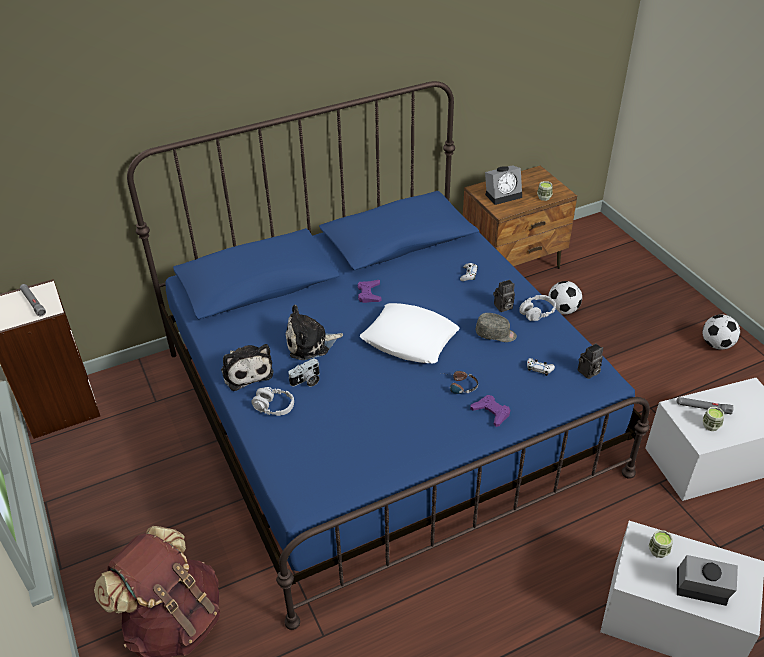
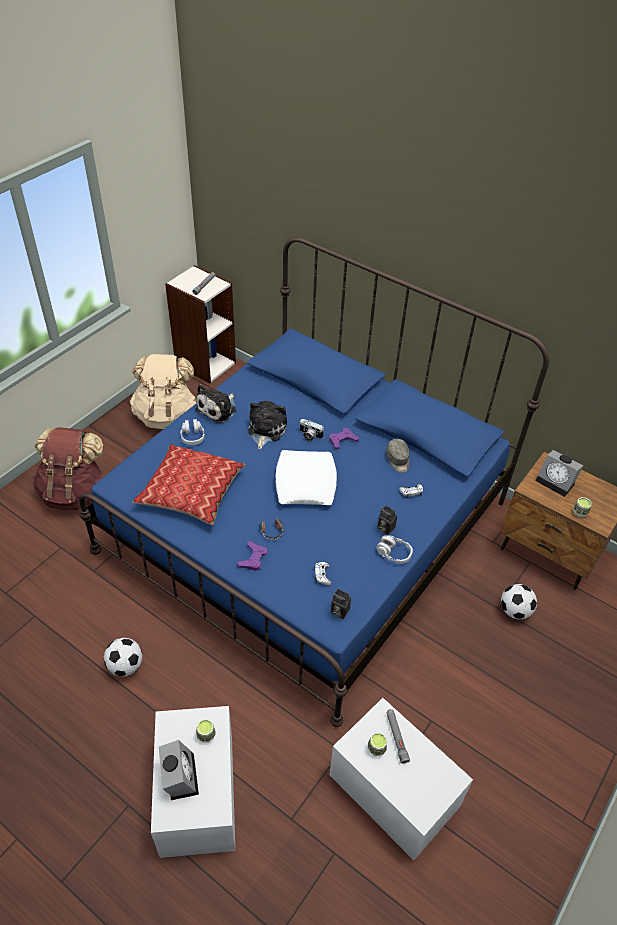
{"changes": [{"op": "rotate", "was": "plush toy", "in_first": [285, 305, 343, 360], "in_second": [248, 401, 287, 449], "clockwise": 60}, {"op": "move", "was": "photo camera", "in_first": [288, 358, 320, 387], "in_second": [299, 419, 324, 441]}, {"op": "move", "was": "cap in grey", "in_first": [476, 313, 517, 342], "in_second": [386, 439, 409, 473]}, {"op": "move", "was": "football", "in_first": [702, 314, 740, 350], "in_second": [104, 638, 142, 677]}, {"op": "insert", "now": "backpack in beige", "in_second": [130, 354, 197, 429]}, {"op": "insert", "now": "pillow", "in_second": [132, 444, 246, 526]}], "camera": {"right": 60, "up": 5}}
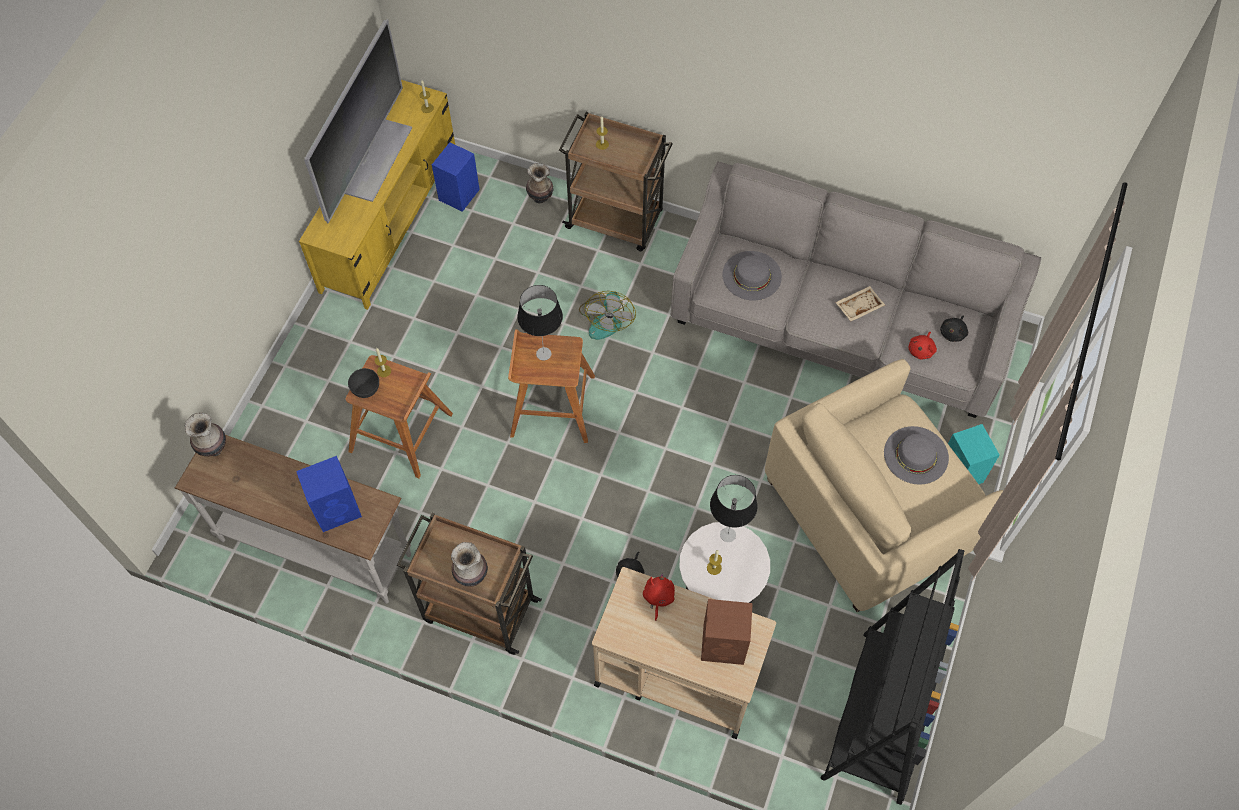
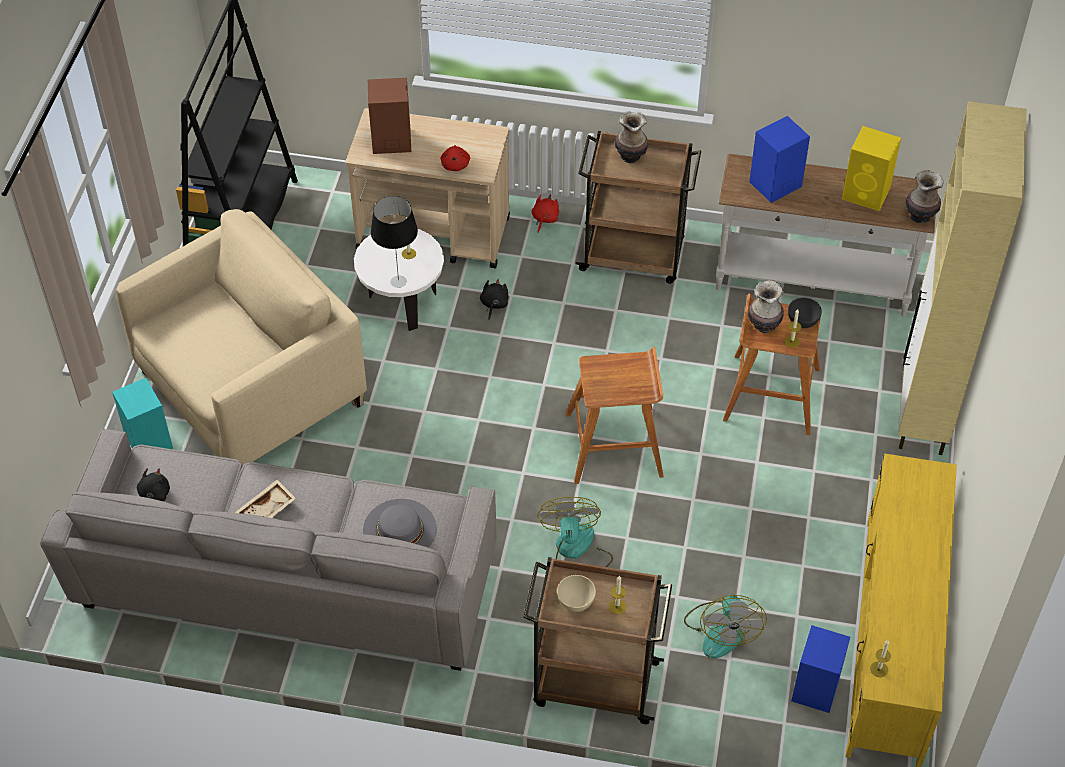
{"changes": [{"op": "delete", "was": "television", "in_first": [304, 19, 412, 224]}, {"op": "delete", "was": "table lamp", "in_first": [517, 285, 563, 361]}, {"op": "move", "was": "vase", "in_first": [526, 163, 553, 204], "in_second": [748, 280, 784, 333]}, {"op": "delete", "was": "hat in grey", "in_first": [884, 426, 949, 485]}, {"op": "move", "was": "plush toy in red", "in_first": [908, 332, 937, 359], "in_second": [531, 194, 559, 232]}, {"op": "insert", "now": "bowl in beige", "in_second": [557, 575, 596, 612]}, {"op": "insert", "now": "fan", "in_second": [684, 595, 767, 658]}, {"op": "insert", "now": "speaker in yellow", "in_second": [842, 126, 901, 211]}, {"op": "insert", "now": "cabinet in beige", "in_second": [898, 101, 1027, 455]}], "camera": {"right": 170, "up": -10}}
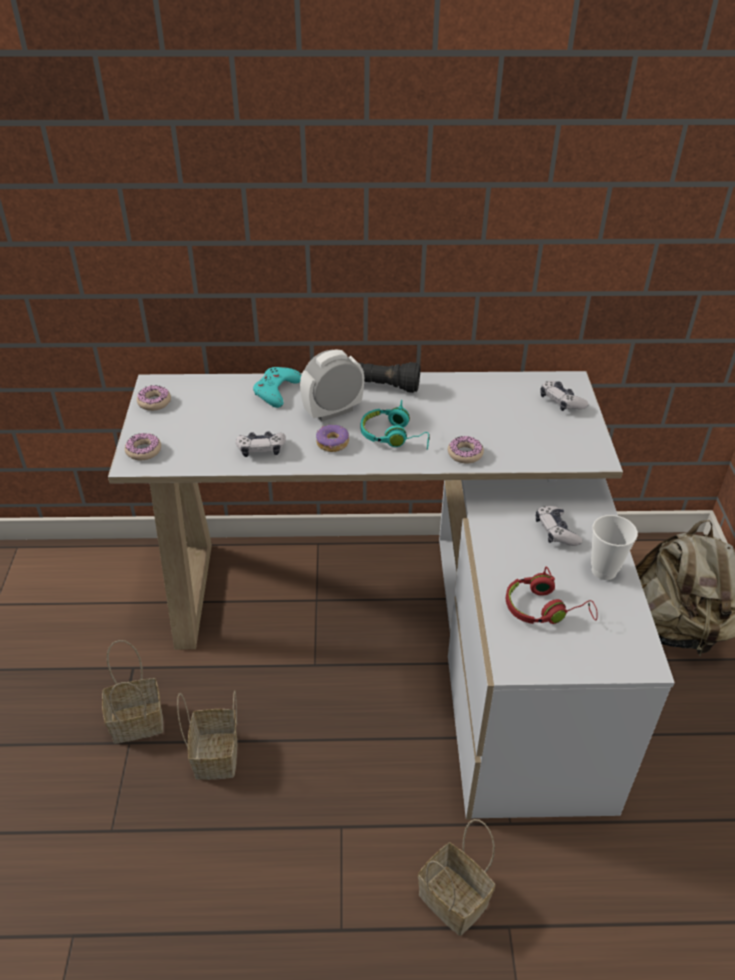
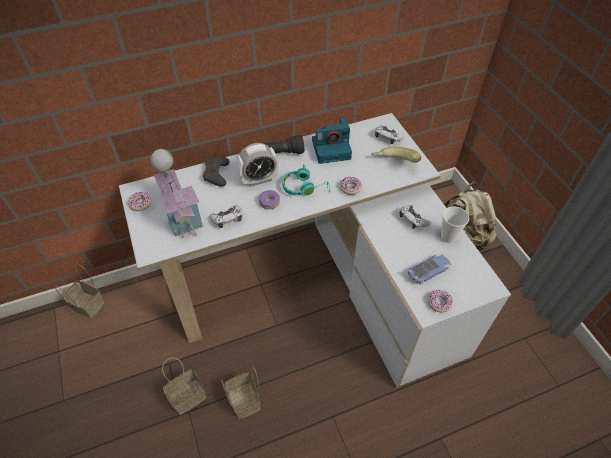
{"changes": [{"op": "move", "was": "donut", "in_first": [125, 433, 161, 460], "in_second": [428, 290, 453, 313]}, {"op": "recolor", "was": "game controller in turquoise", "now": "game controller in grey", "in_first": [253, 367, 302, 408], "in_second": [203, 157, 230, 187]}, {"op": "rotate", "was": "alarm clock", "in_first": [300, 349, 364, 422], "in_second": [236, 143, 279, 187], "clockwise": -150}, {"op": "move", "was": "basket", "in_first": [418, 819, 495, 936], "in_second": [55, 263, 105, 318]}, {"op": "replace", "was": "headphones in red", "now": "toy car", "in_first": [506, 567, 598, 624], "in_second": [408, 254, 451, 285]}, {"op": "insert", "now": "toy house", "in_second": [151, 149, 203, 238]}, {"op": "insert", "now": "photo camera", "in_second": [312, 117, 352, 164]}, {"op": "insert", "now": "banana", "in_second": [372, 147, 421, 163]}], "camera": {"right": -20, "up": 10}}
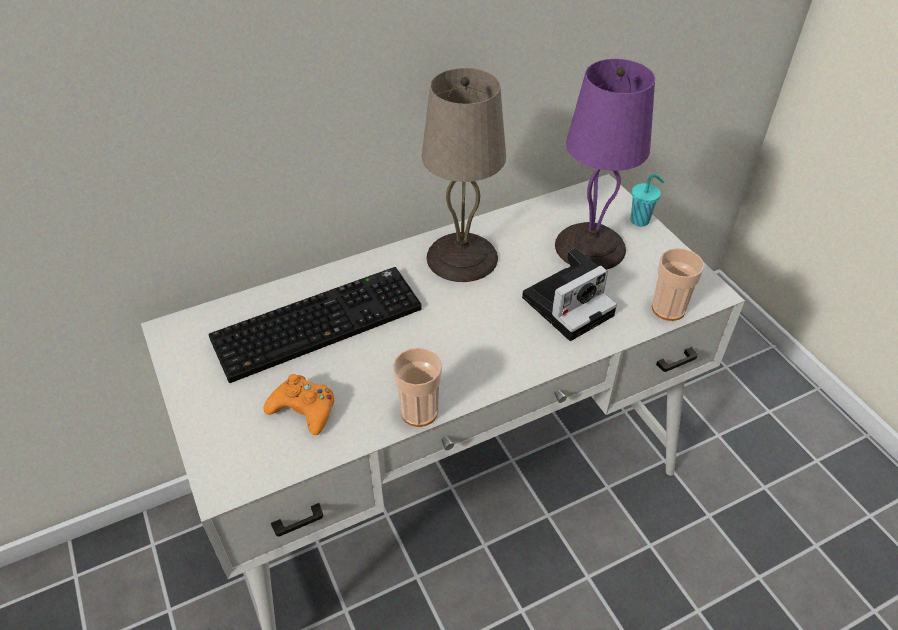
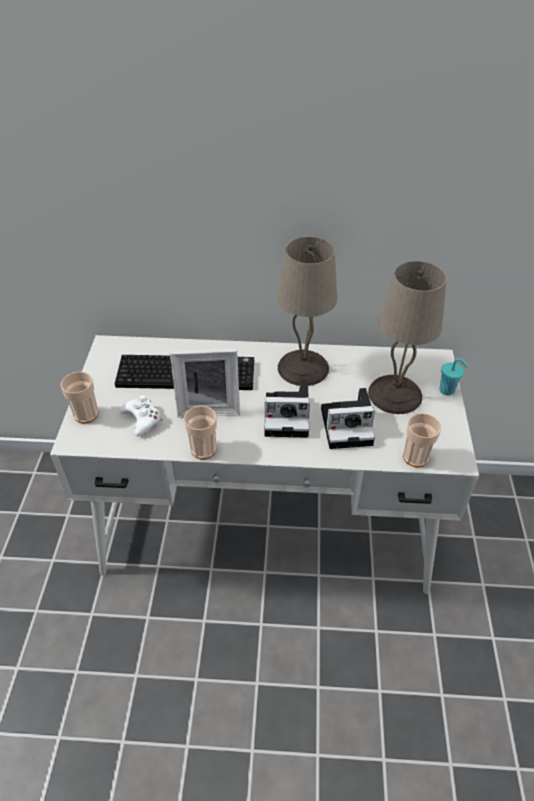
{"changes": [{"op": "recolor", "was": "game controller in orange", "now": "game controller in white", "in_first": [263, 374, 334, 435], "in_second": [120, 395, 162, 437]}, {"op": "recolor", "was": "table lamp in purple", "now": "table lamp in beige", "in_first": [555, 59, 655, 270], "in_second": [368, 261, 447, 414]}, {"op": "insert", "now": "cup", "in_second": [61, 372, 98, 423]}, {"op": "insert", "now": "picture frame", "in_second": [170, 348, 240, 418]}, {"op": "insert", "now": "photo camera", "in_second": [264, 380, 310, 438]}], "camera": {"right": 30, "up": 0}}
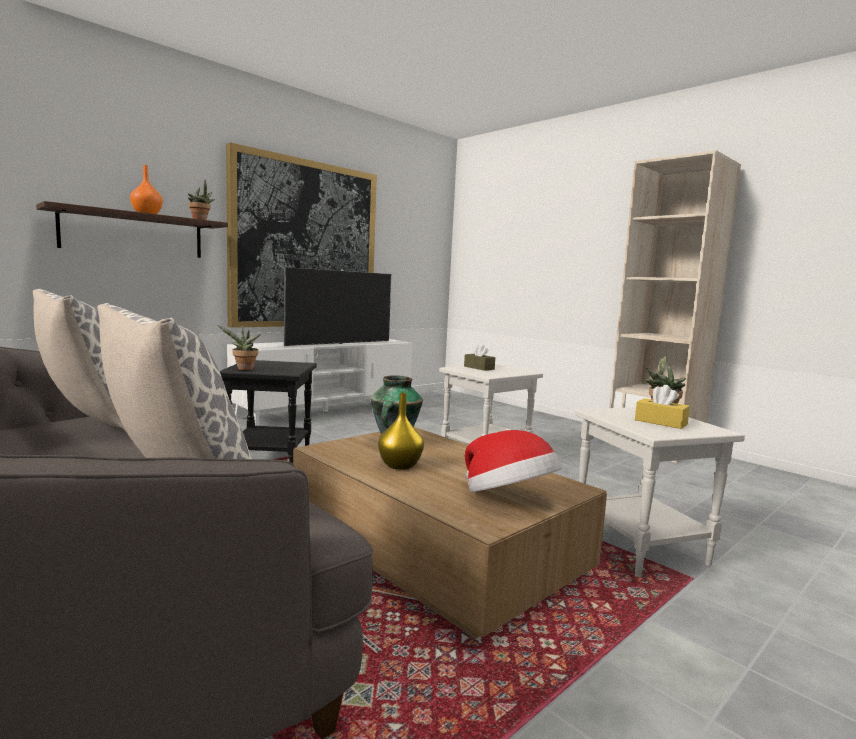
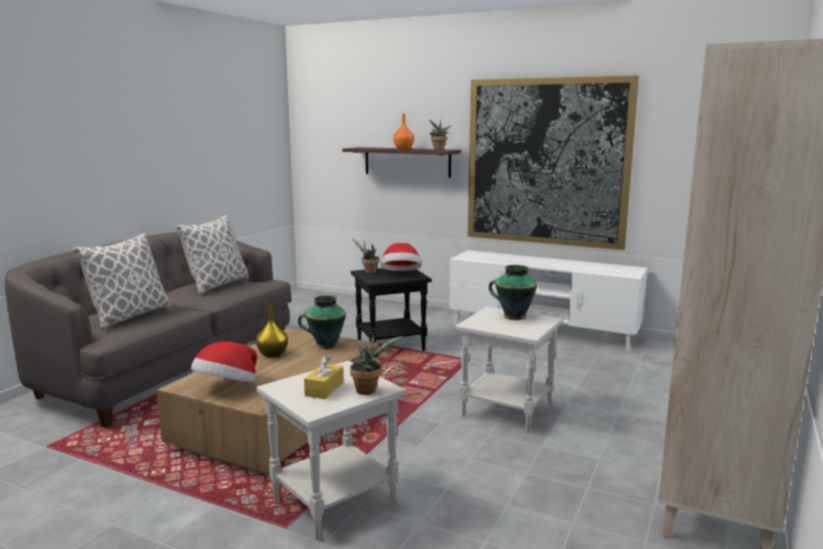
{"changes": [{"op": "delete", "was": "television", "in_first": [284, 267, 391, 346]}, {"op": "replace", "was": "tissue box in brown", "now": "vase", "in_first": [464, 344, 495, 371], "in_second": [489, 265, 537, 320]}, {"op": "insert", "now": "hat", "in_second": [380, 243, 422, 271]}], "camera": {"right": 70, "up": 5}}
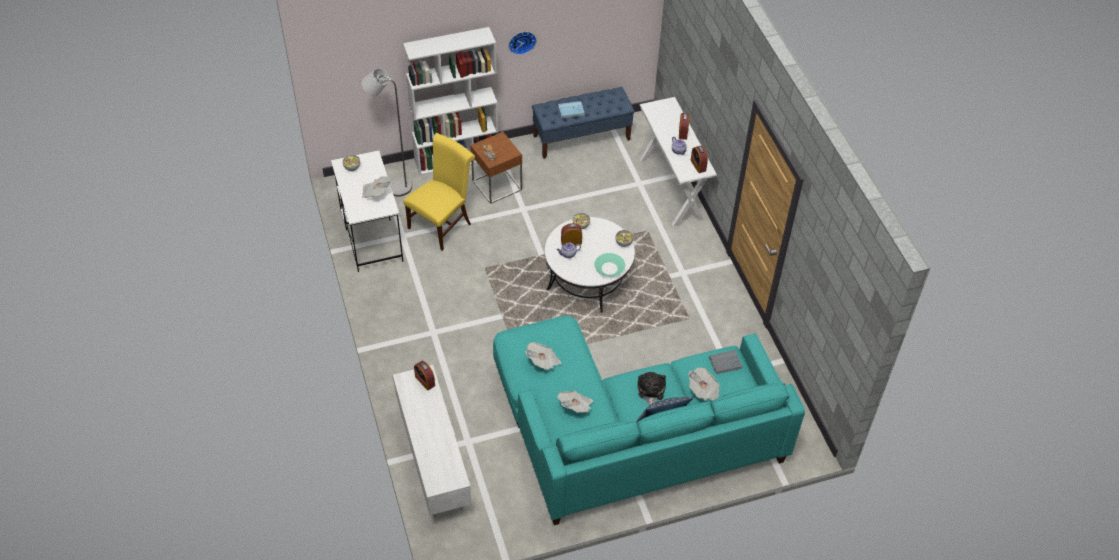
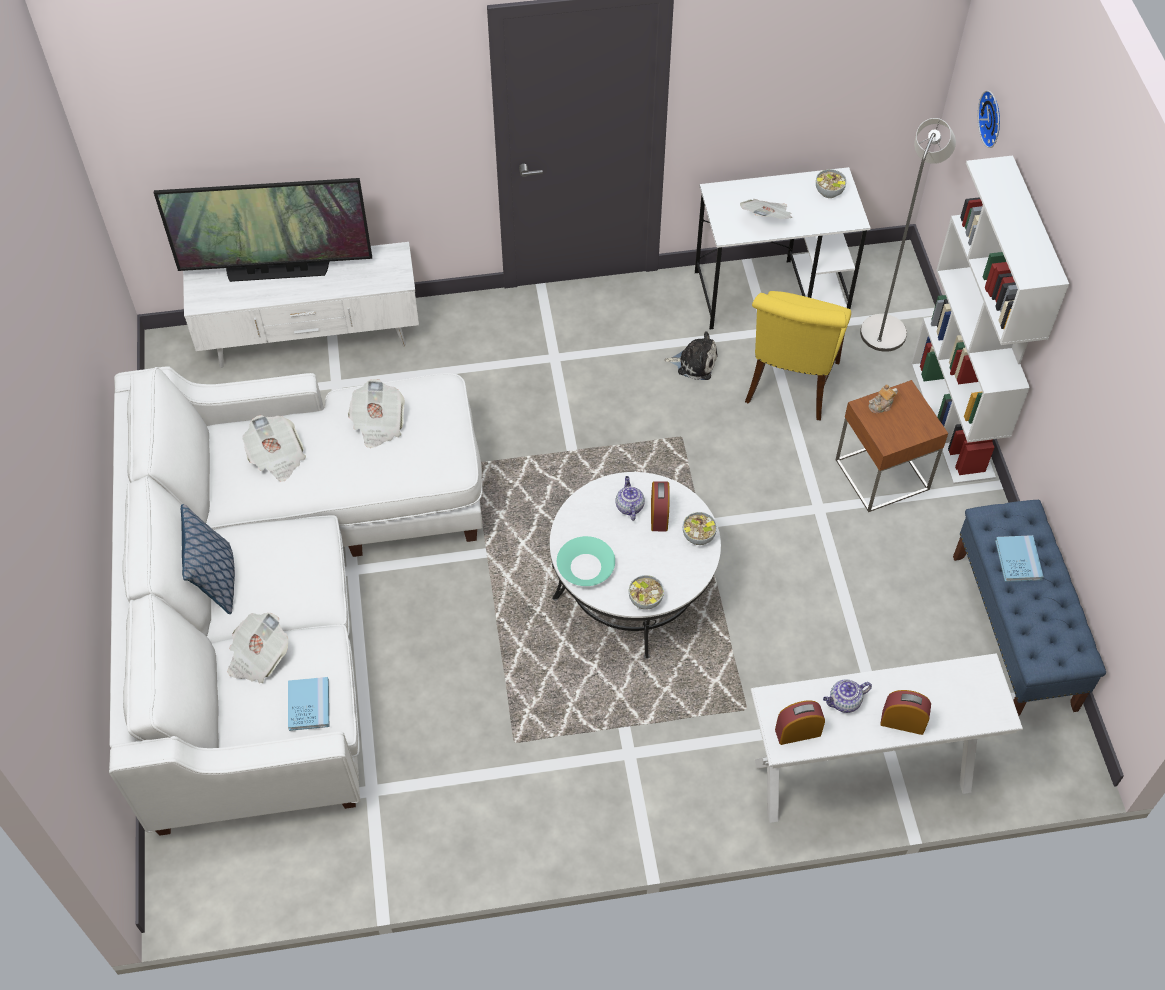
{"changes": [{"op": "rotate", "was": "chair in yellow", "in_first": [403, 133, 475, 251], "in_second": [745, 291, 851, 420], "clockwise": 60}, {"op": "delete", "was": "alarm clock", "in_first": [414, 361, 435, 390]}, {"op": "recolor", "was": "sofa in turquoise", "now": "sofa in white", "in_first": [493, 316, 805, 525], "in_second": [109, 366, 483, 836]}, {"op": "move", "was": "wall clock", "in_first": [509, 32, 537, 55], "in_second": [978, 90, 1000, 148]}, {"op": "move", "was": "plush toy", "in_first": [637, 372, 666, 405], "in_second": [664, 331, 718, 380]}, {"op": "recolor", "was": "book in grey", "now": "book in blue", "in_first": [709, 350, 742, 374], "in_second": [288, 677, 329, 731]}, {"op": "insert", "now": "television", "in_second": [154, 178, 372, 282]}], "camera": {"right": 100, "up": 5}}
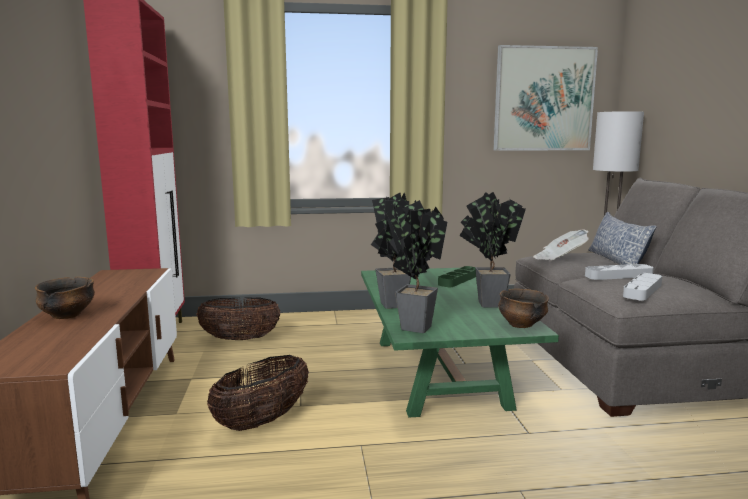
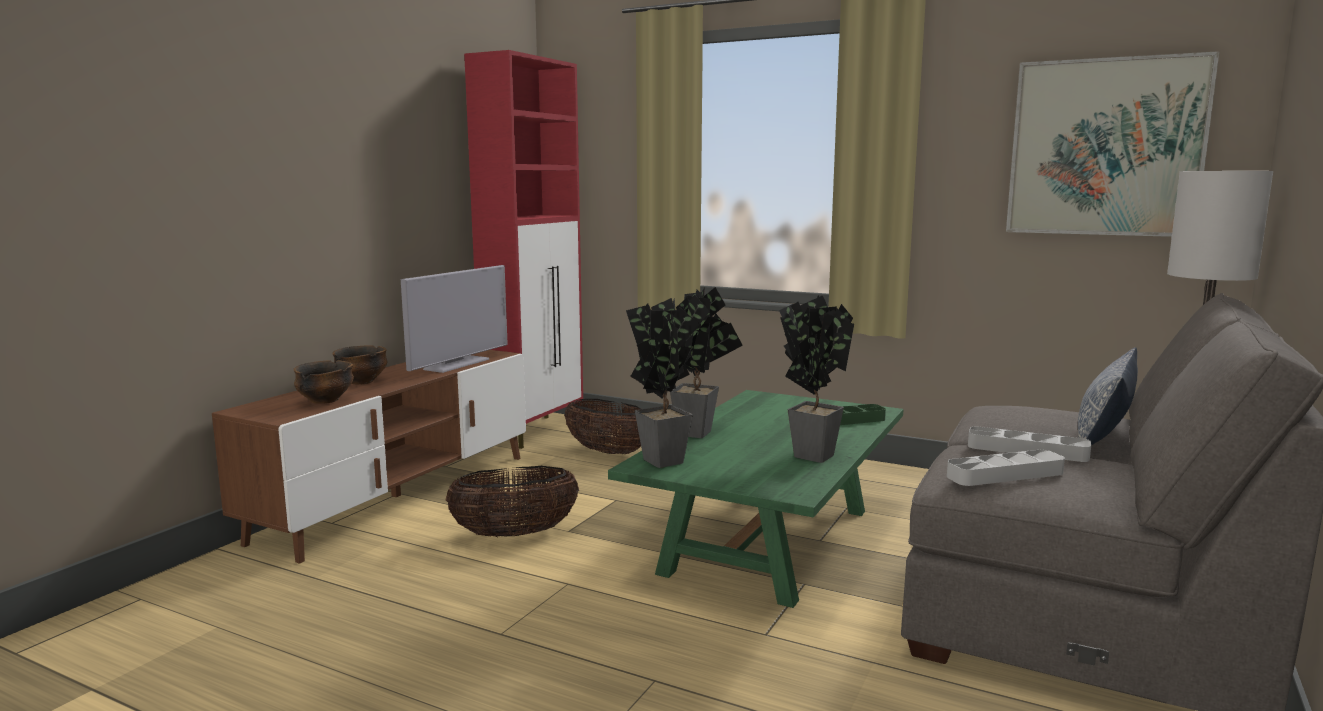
{"changes": [{"op": "move", "was": "bowl", "in_first": [498, 289, 549, 328], "in_second": [294, 360, 354, 404]}, {"op": "delete", "was": "newspaper", "in_first": [533, 230, 589, 260]}, {"op": "insert", "now": "television", "in_second": [401, 265, 508, 373]}], "camera": {"right": 35, "up": 0}}
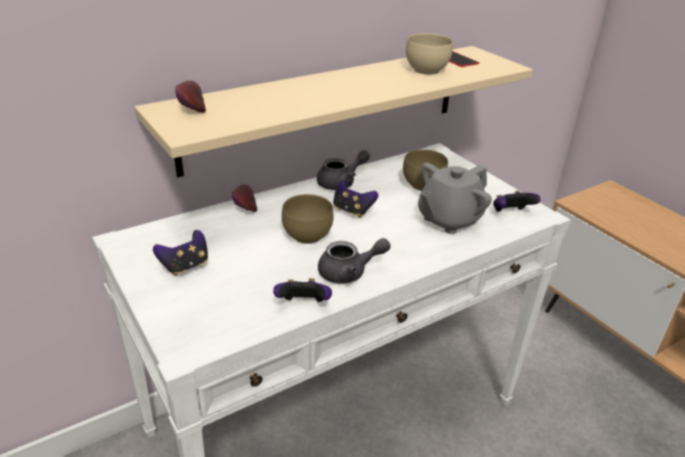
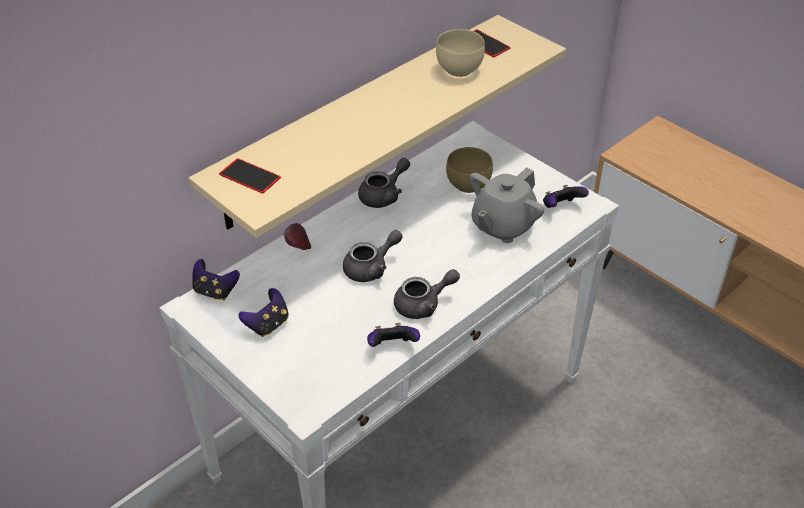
{"changes": [{"op": "replace", "was": "apple", "now": "phone", "in_first": [175, 81, 206, 113], "in_second": [219, 158, 281, 193]}, {"op": "replace", "was": "bowl in brown", "now": "teapot in grey", "in_first": [282, 194, 334, 244], "in_second": [343, 230, 403, 282]}, {"op": "move", "was": "game controller", "in_first": [334, 180, 378, 218], "in_second": [192, 259, 240, 300]}], "camera": {"right": -10, "up": 10}}
